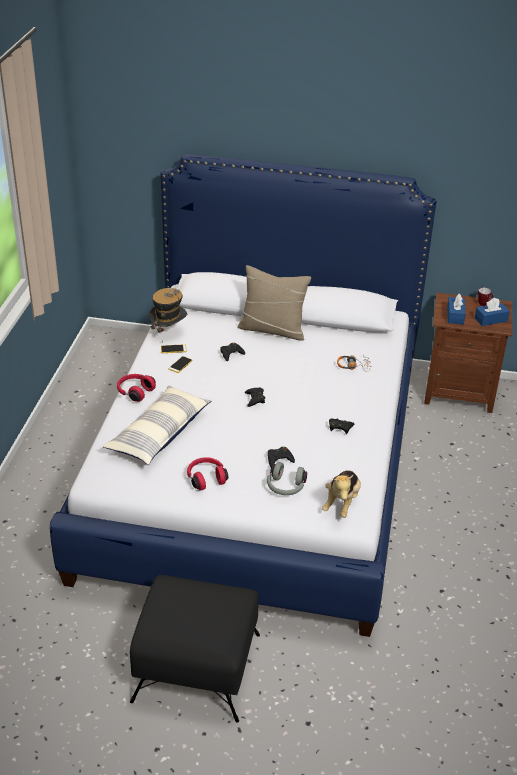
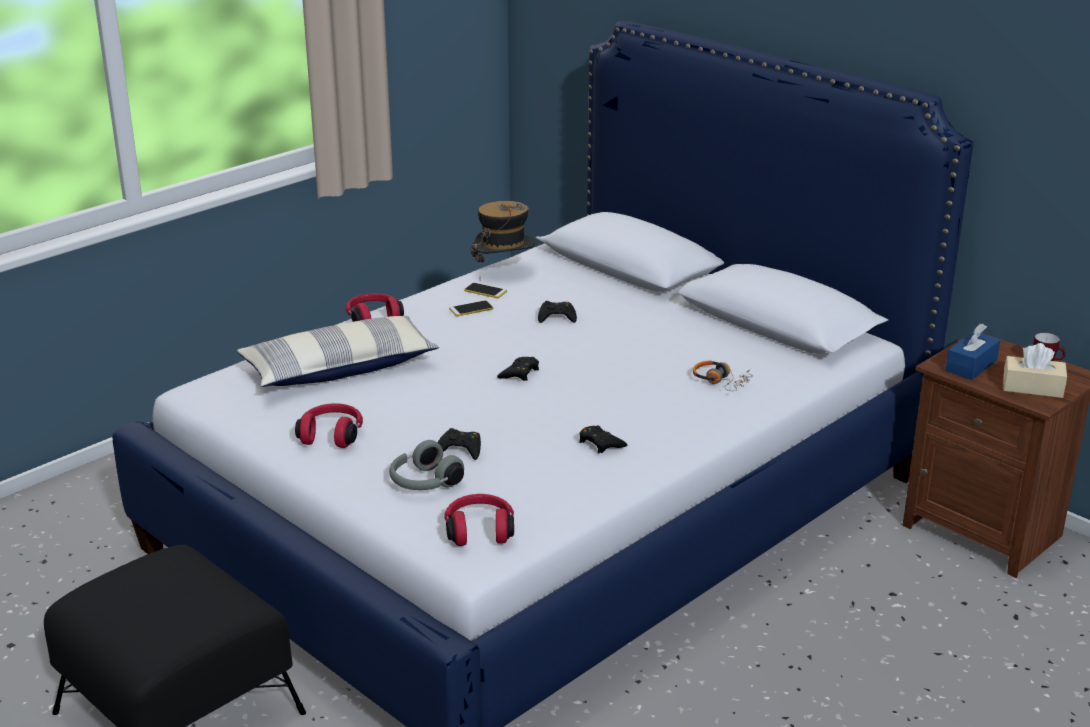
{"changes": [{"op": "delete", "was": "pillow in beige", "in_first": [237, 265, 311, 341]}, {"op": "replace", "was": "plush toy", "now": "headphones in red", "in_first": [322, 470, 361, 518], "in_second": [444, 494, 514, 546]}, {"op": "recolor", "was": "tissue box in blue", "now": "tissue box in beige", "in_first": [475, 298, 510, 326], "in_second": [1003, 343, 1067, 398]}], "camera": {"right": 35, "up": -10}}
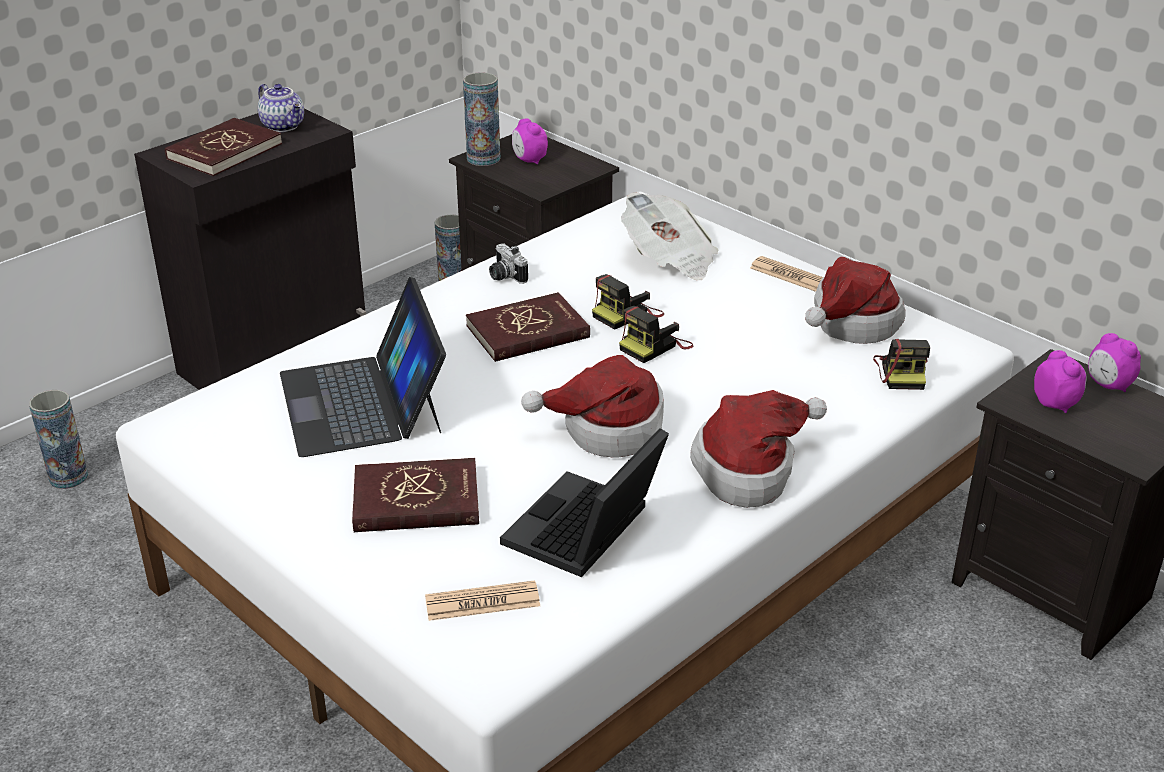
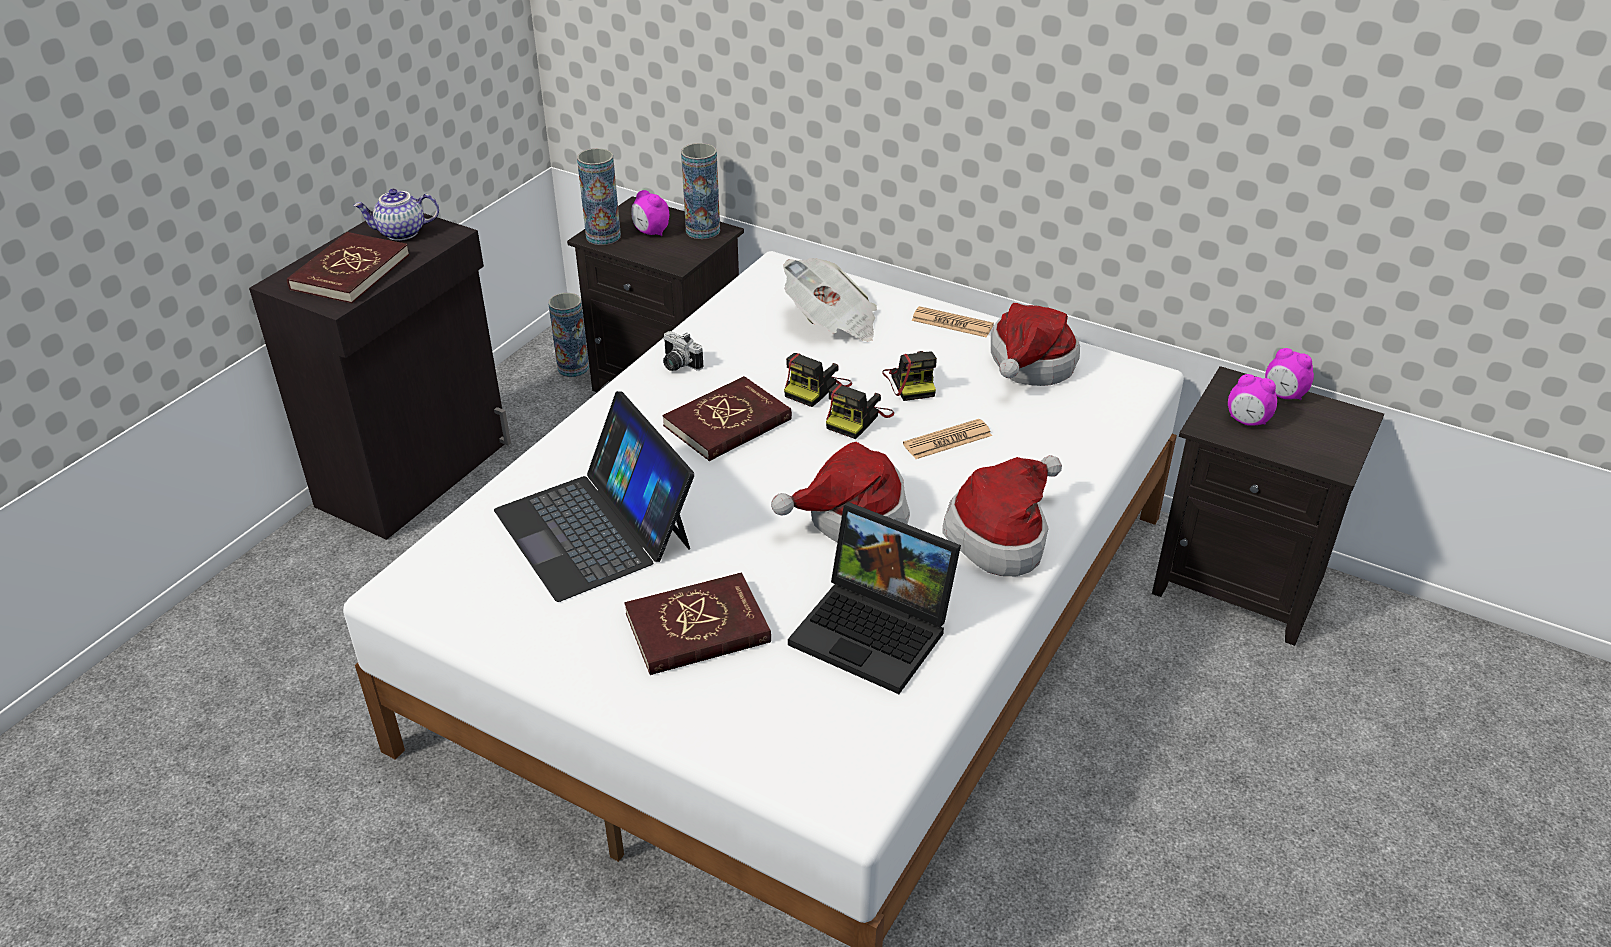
{"changes": [{"op": "move", "was": "vase", "in_first": [29, 390, 88, 489], "in_second": [681, 143, 720, 239]}, {"op": "rotate", "was": "teapot", "in_first": [258, 84, 304, 132], "in_second": [353, 189, 439, 241], "clockwise": 135}, {"op": "move", "was": "newspaper", "in_first": [425, 580, 540, 621], "in_second": [903, 419, 992, 459]}, {"op": "rotate", "was": "laptop", "in_first": [500, 428, 669, 577], "in_second": [788, 502, 961, 694], "clockwise": -75}, {"op": "move", "was": "photo camera", "in_first": [873, 339, 930, 390], "in_second": [882, 351, 937, 401]}, {"op": "rotate", "was": "alarm clock", "in_first": [1034, 350, 1087, 413], "in_second": [1228, 374, 1277, 426], "clockwise": 150}], "camera": {"right": -15, "up": 5}}
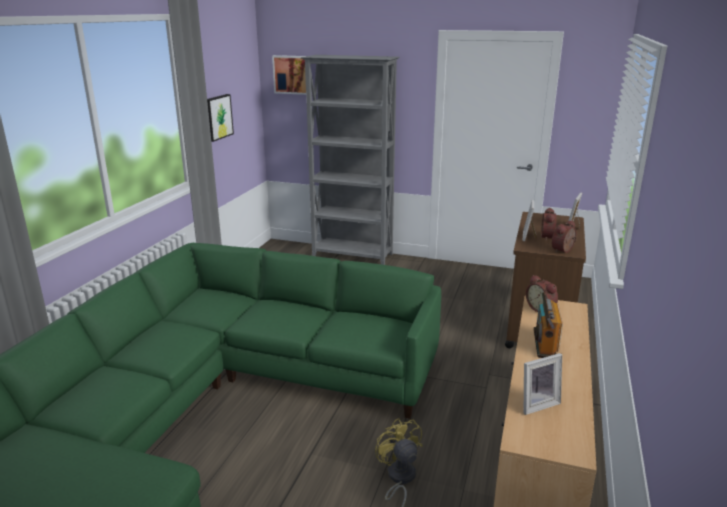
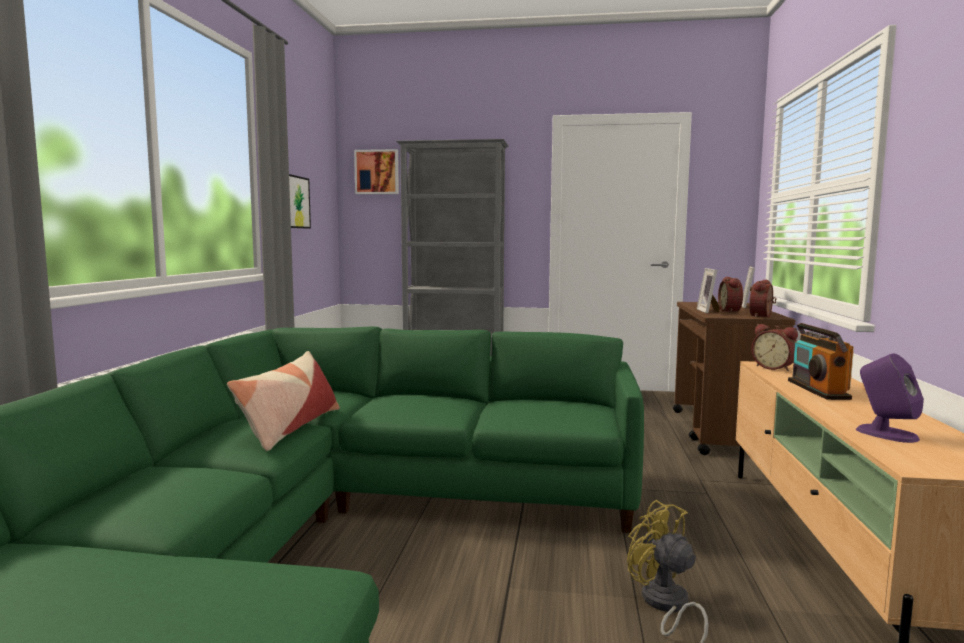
{"changes": [{"op": "replace", "was": "picture frame", "now": "speaker in purple", "in_first": [524, 353, 562, 415], "in_second": [856, 353, 924, 443]}, {"op": "insert", "now": "pillow", "in_second": [227, 351, 340, 451]}], "camera": {"right": -10, "up": -15}}
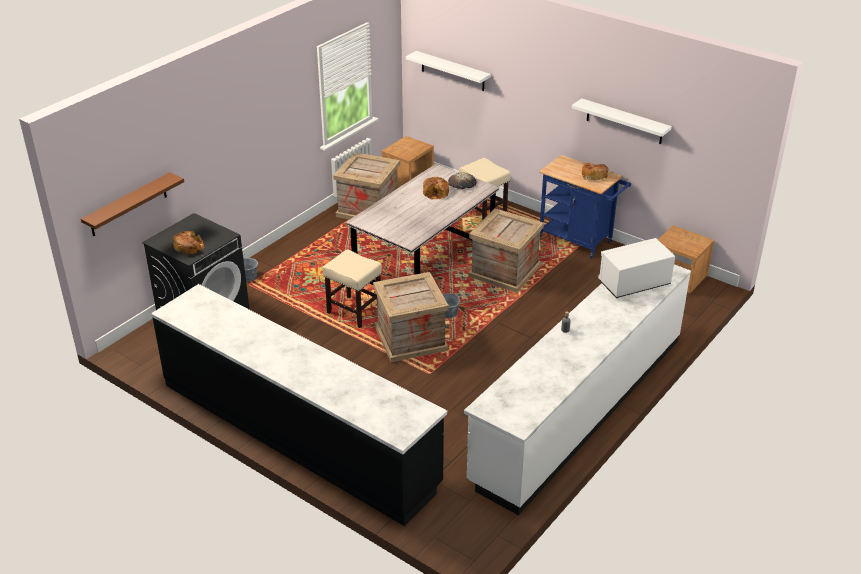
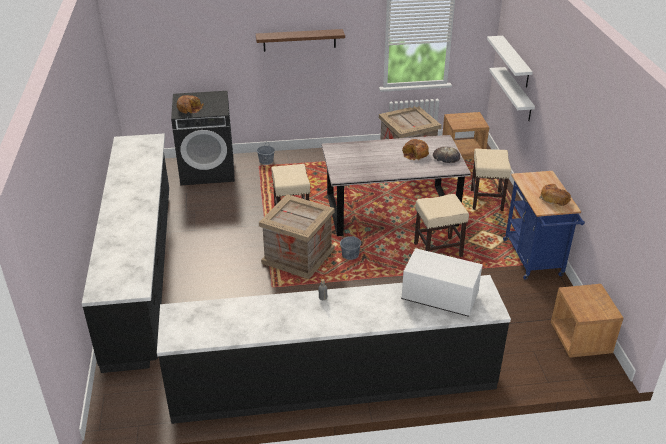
{"changes": [{"op": "move", "was": "shelf in brown", "in_first": [81, 172, 184, 236], "in_second": [256, 29, 345, 52]}, {"op": "recolor", "was": "counter in white", "now": "counter in black", "in_first": [464, 264, 691, 515], "in_second": [157, 275, 511, 424]}, {"op": "replace", "was": "crate", "now": "stool in beige", "in_first": [468, 208, 544, 293], "in_second": [414, 194, 469, 257]}, {"op": "move", "was": "shelf in white", "in_first": [572, 98, 672, 144], "in_second": [489, 67, 535, 121]}], "camera": {"right": 45, "up": 0}}
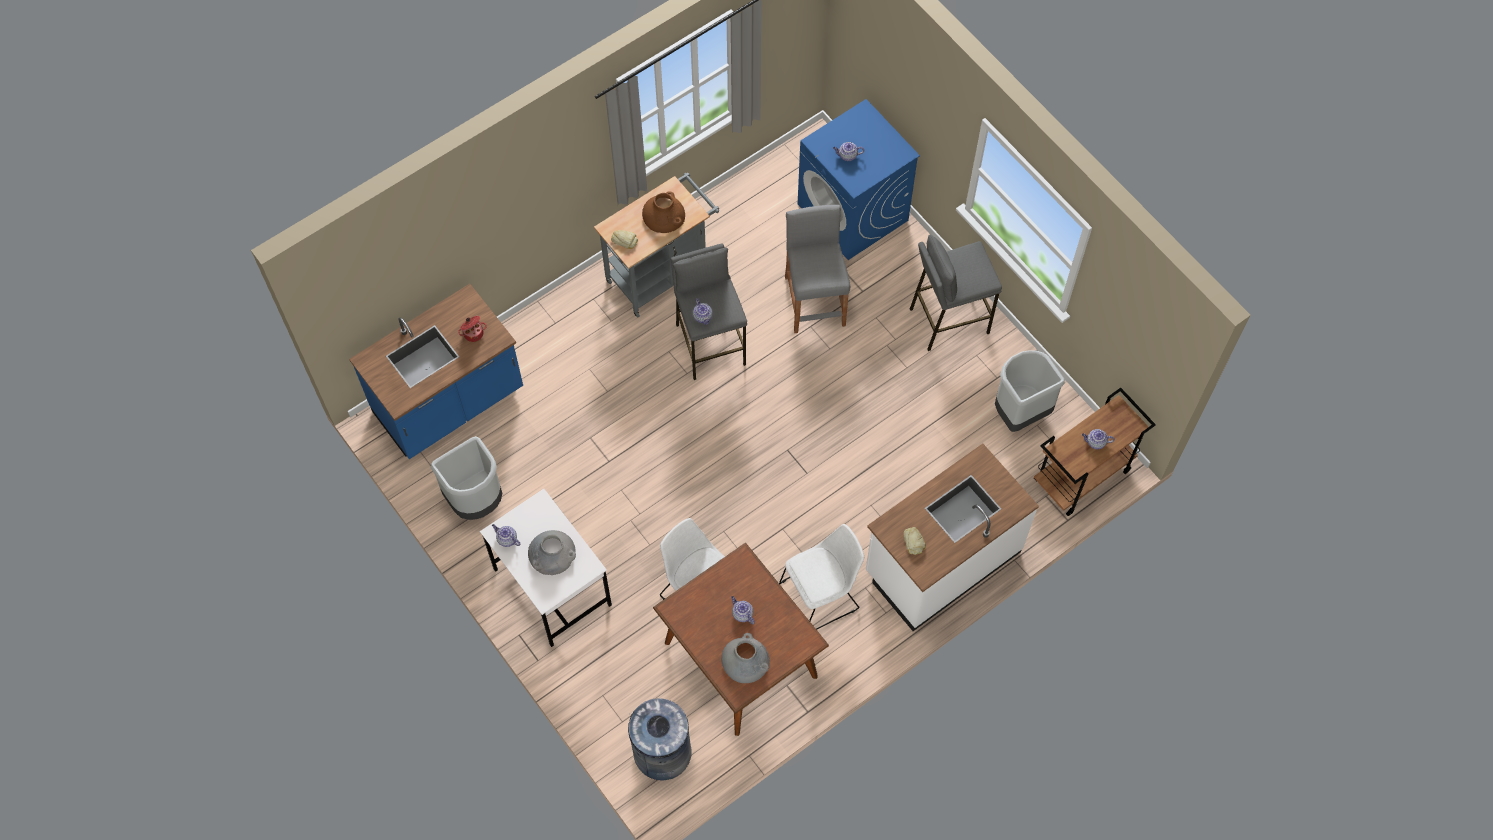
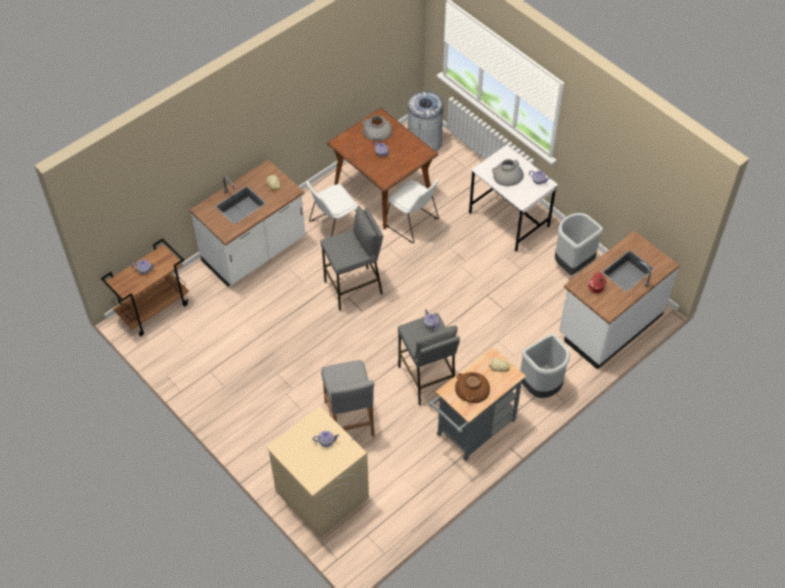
{"changes": [{"op": "recolor", "was": "counter in blue", "now": "counter in white", "in_first": [349, 284, 523, 459], "in_second": [559, 231, 680, 369]}, {"op": "recolor", "was": "washing machine in blue", "now": "washing machine in beige", "in_first": [798, 99, 920, 260], "in_second": [266, 406, 369, 538]}, {"op": "move", "was": "stool in grey", "in_first": [910, 234, 1002, 351], "in_second": [320, 206, 383, 311]}, {"op": "move", "was": "trash can in grey", "in_first": [995, 350, 1065, 432], "in_second": [520, 333, 570, 398]}], "camera": {"right": 175, "up": -10}}
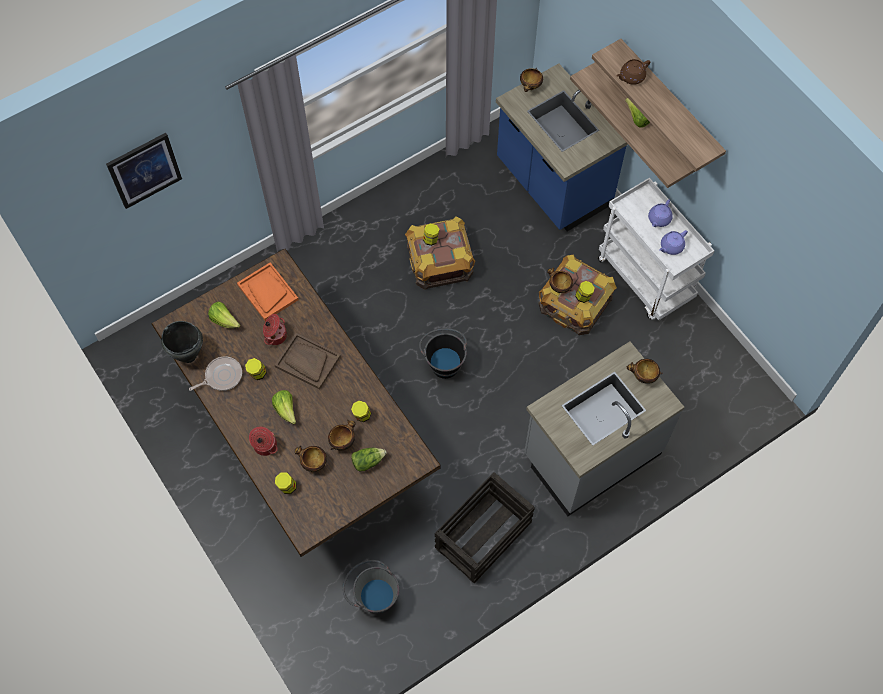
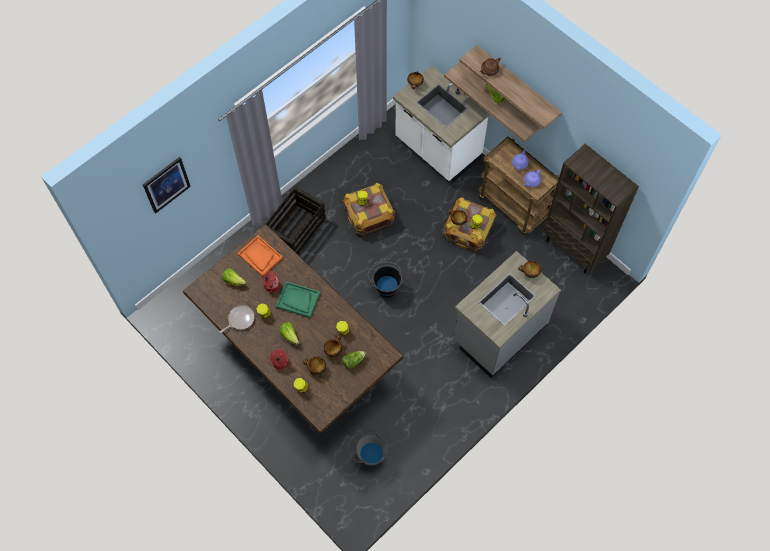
{"changes": [{"op": "delete", "was": "cooking pot in black", "in_first": [161, 321, 203, 363]}, {"op": "recolor", "was": "tray in brown", "now": "tray in green", "in_first": [275, 333, 341, 390], "in_second": [276, 281, 320, 318]}, {"op": "move", "was": "crate", "in_first": [435, 472, 535, 583], "in_second": [266, 186, 326, 254]}, {"op": "recolor", "was": "counter in blue", "now": "counter in white", "in_first": [496, 63, 628, 231], "in_second": [393, 65, 490, 181]}, {"op": "recolor", "was": "cart in white", "now": "cart in brown", "in_first": [598, 178, 715, 321], "in_second": [478, 137, 559, 234]}, {"op": "insert", "now": "bookcase in brown", "in_second": [543, 144, 639, 273]}], "camera": {"right": -10, "up": 0}}
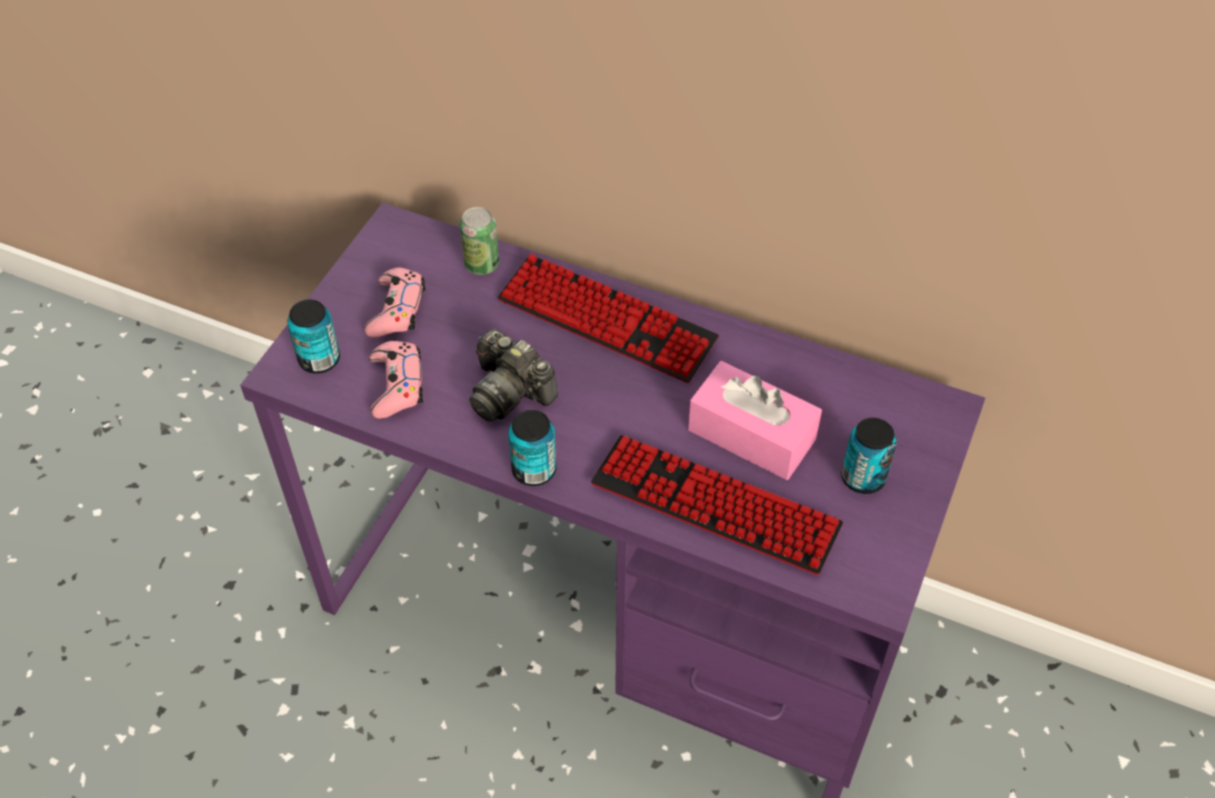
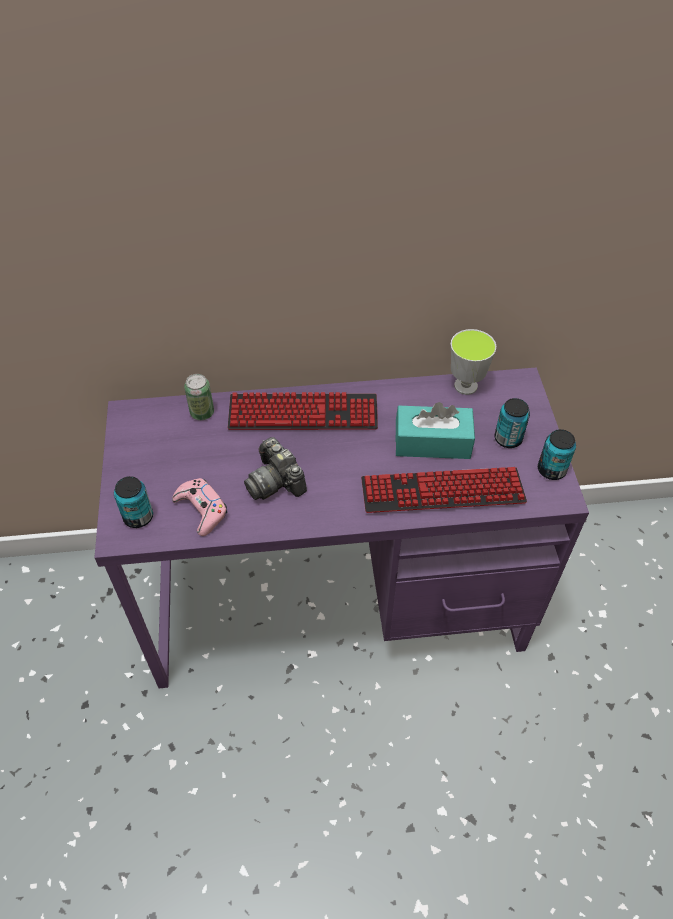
{"changes": [{"op": "delete", "was": "game controller in pink", "in_first": [364, 268, 426, 337]}, {"op": "rotate", "was": "photo camera", "in_first": [469, 329, 558, 422], "in_second": [244, 437, 307, 500], "clockwise": 45}, {"op": "move", "was": "can", "in_first": [508, 410, 556, 486], "in_second": [538, 429, 576, 480]}, {"op": "recolor", "was": "tissue box in pink", "now": "tissue box in turquoise", "in_first": [688, 361, 822, 480], "in_second": [396, 402, 475, 459]}, {"op": "insert", "now": "cup", "in_second": [451, 329, 496, 395]}], "camera": {"right": -30, "up": 0}}
